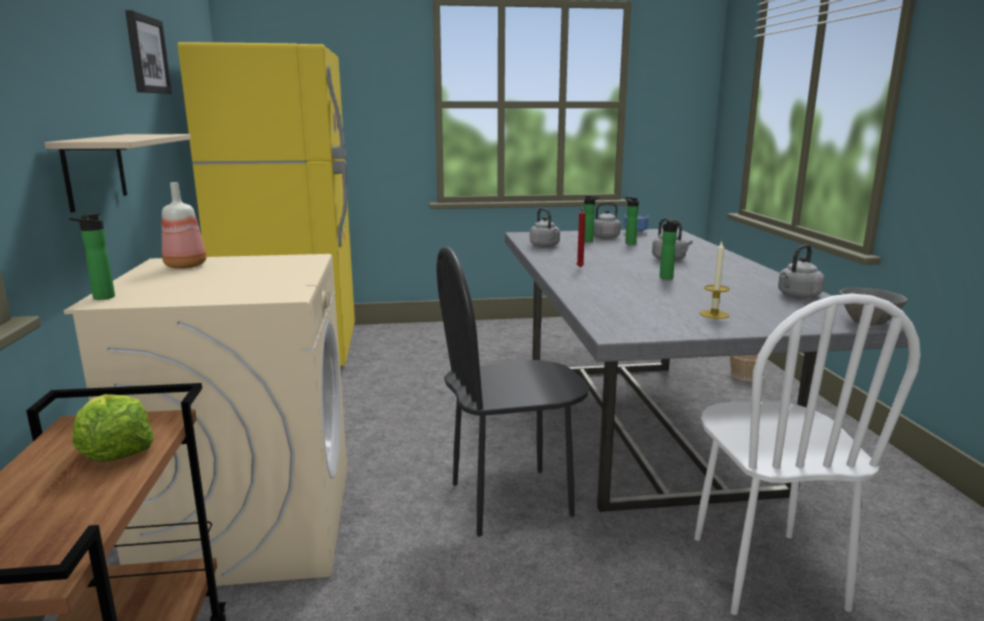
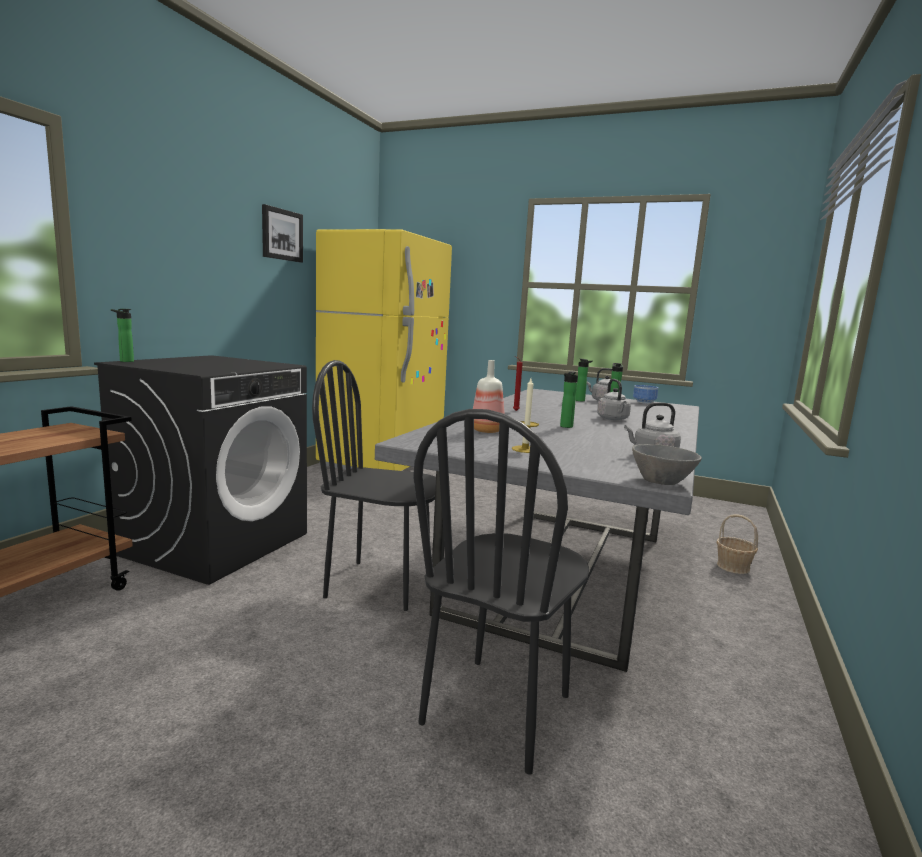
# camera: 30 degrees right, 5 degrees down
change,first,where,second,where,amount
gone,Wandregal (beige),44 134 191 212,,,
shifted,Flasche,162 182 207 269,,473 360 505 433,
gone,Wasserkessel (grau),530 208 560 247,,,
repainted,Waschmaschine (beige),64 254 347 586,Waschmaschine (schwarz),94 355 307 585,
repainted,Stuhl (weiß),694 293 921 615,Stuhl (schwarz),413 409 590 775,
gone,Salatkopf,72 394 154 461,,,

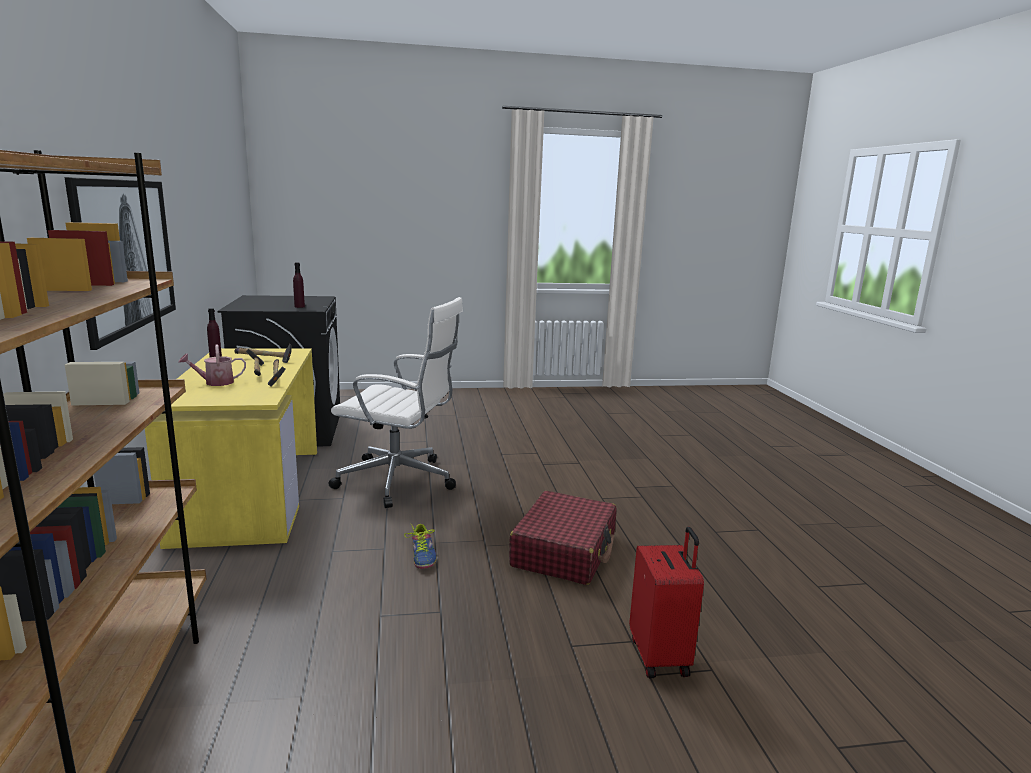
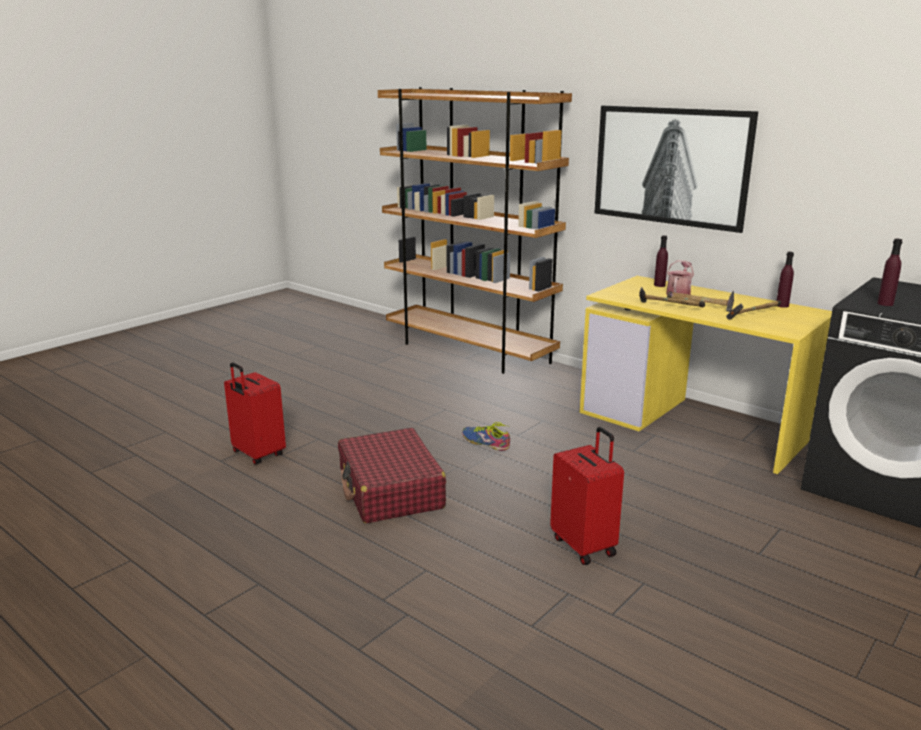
# camera: 140 degrees right, 5 degrees up
change,first,where,second,where,amount
gone,Bürostuhl (weiß),328 297 463 508,,,
new,,,Flasche (lila),654 235 668 287,
new,,,Koffer (rot),550 427 624 565,

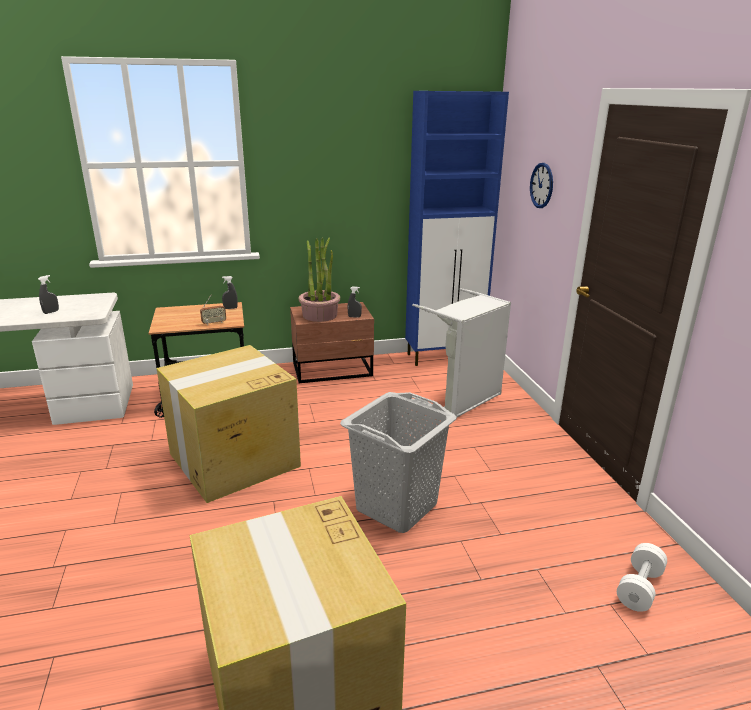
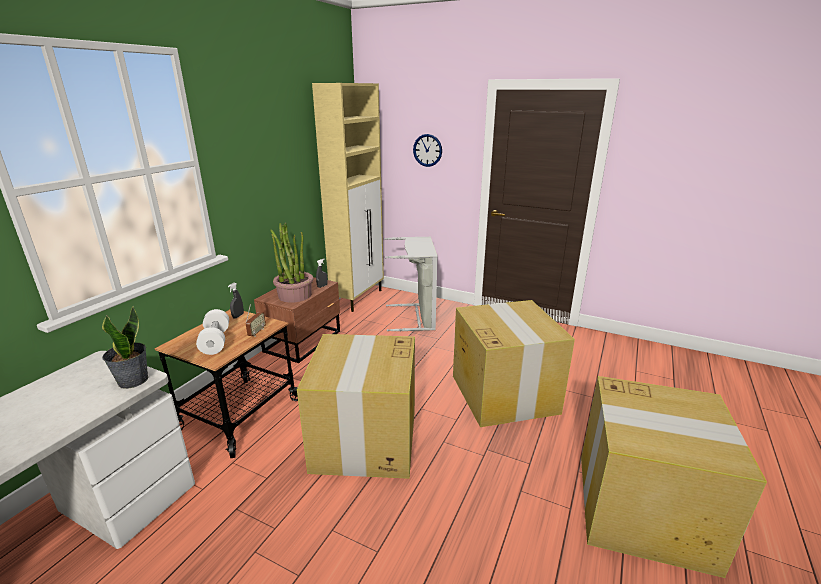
# camera: 50 degrees left, 0 degrees up
change,first,where,second,where,amount
repainted,Schrank (blau),405 91 509 366,Schrank (beige),312 83 384 312,
gone,Sprühflasche (grau),38 275 59 314,,,
swapped,Wäschekorb (grau),340 392 457 533,Karton,453 300 575 427,
shifted,Hantel (weiß),617 543 667 612,,196 309 229 355,
new,,,Topfpflanze,102 306 149 389,

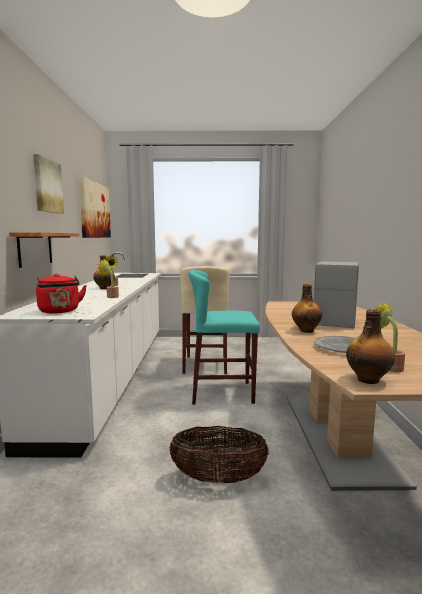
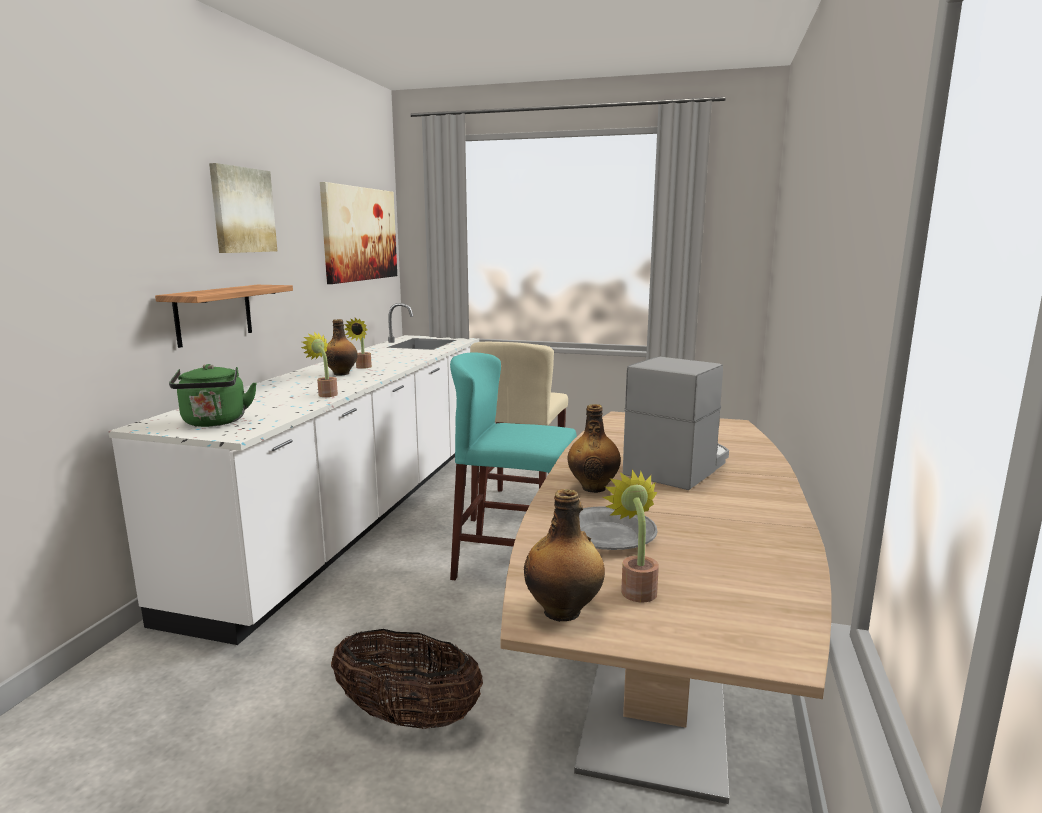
# camera: 15 degrees right, 5 degrees up
change,first,where,second,where,amount
repainted,Wasserkessel (rot),36 273 87 314,Wasserkessel (grün),169 364 257 427,

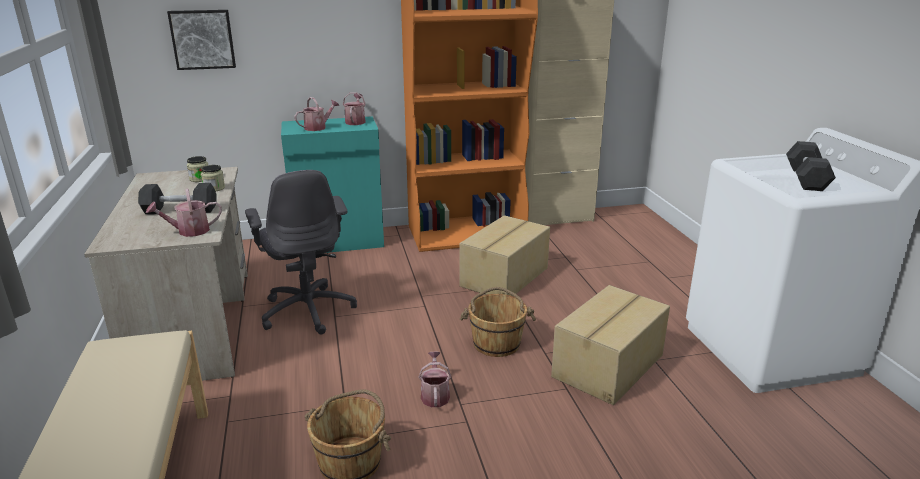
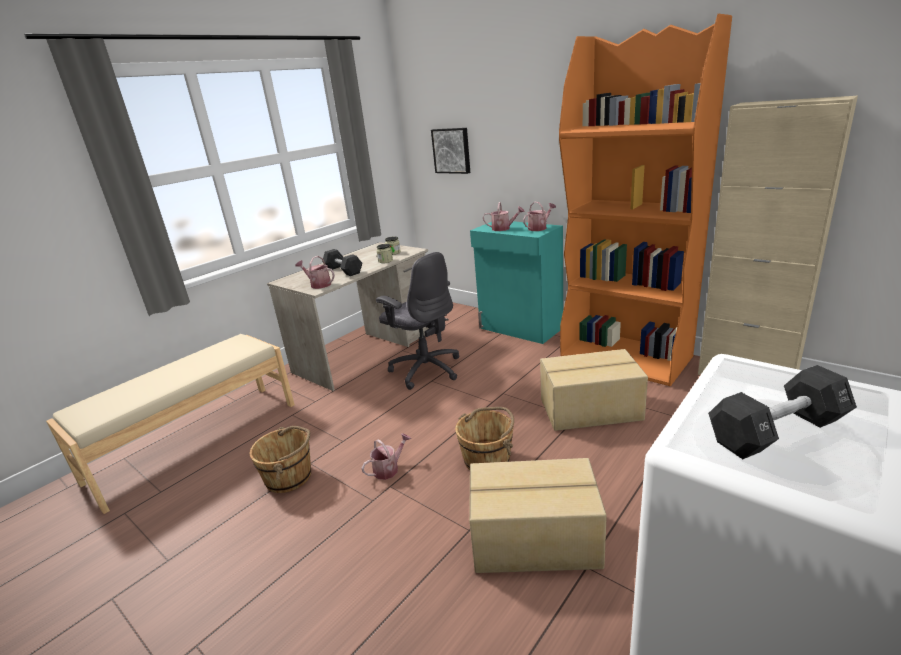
# camera: 55 degrees right, 0 degrees up
change,first,where,second,where,amount
rotated,Bürostuhl (grau),245 170 357 335,,376 252 459 390,75 degrees counterclockwise

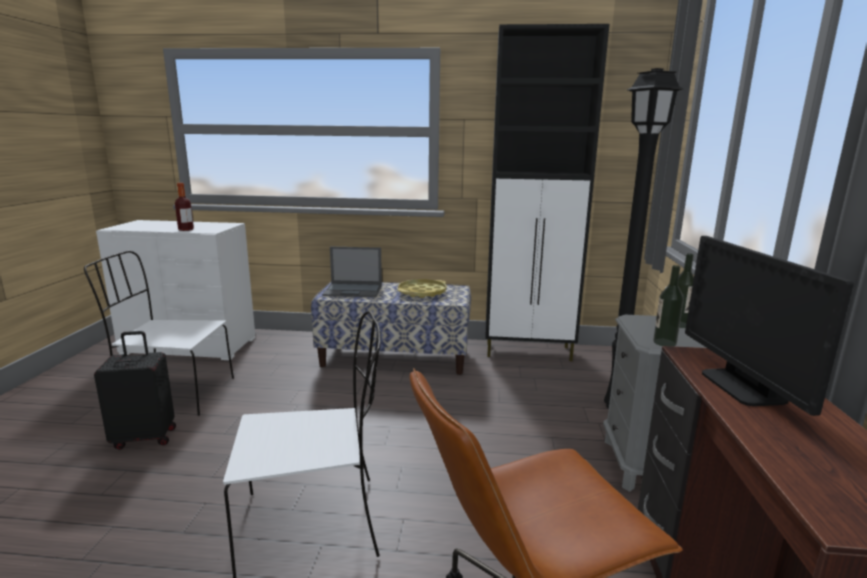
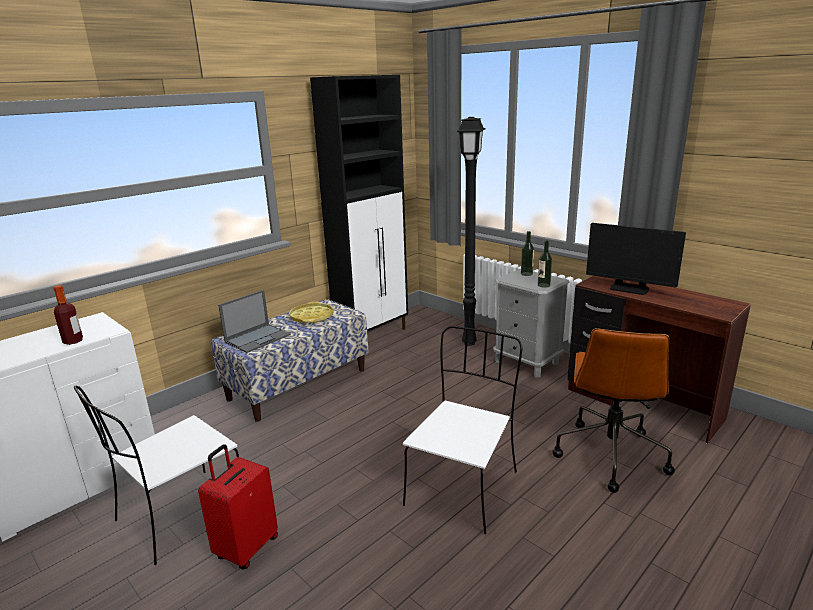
# camera: 50 degrees left, 5 degrees up
change,first,where,second,where,amount
repainted,Koffer (schwarz),94 331 176 450,Koffer (rot),198 444 278 570,

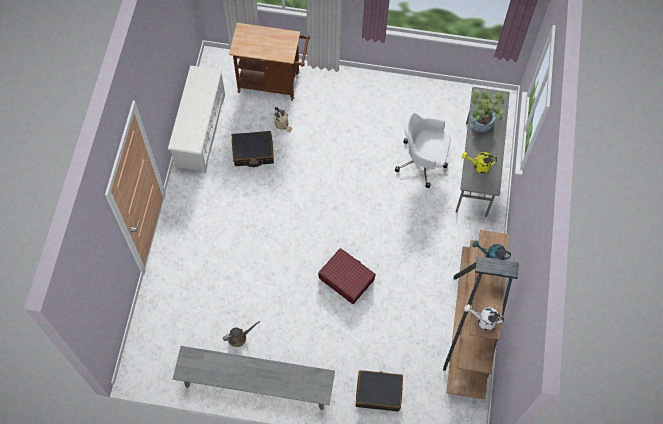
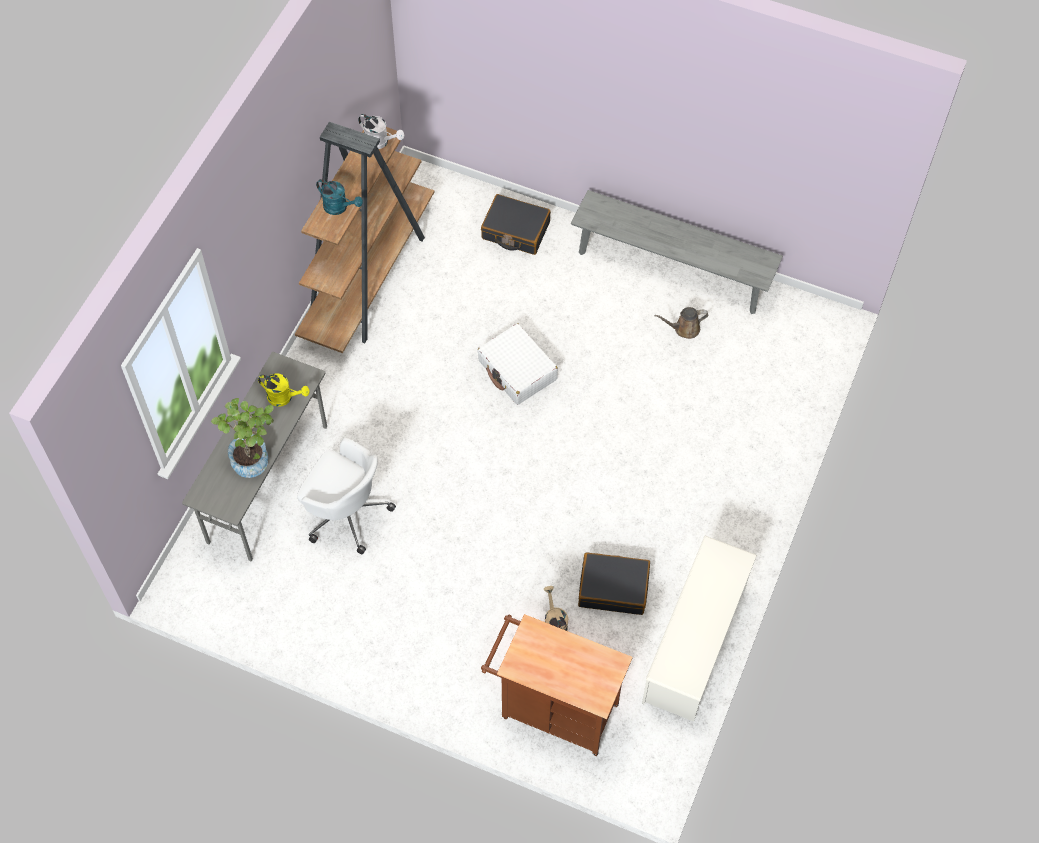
# camera: 165 degrees left, 5 degrees down
change,first,where,second,where,amount
repainted,Koffer (rot),318 248 376 304,Koffer (weiß),477 324 558 405,

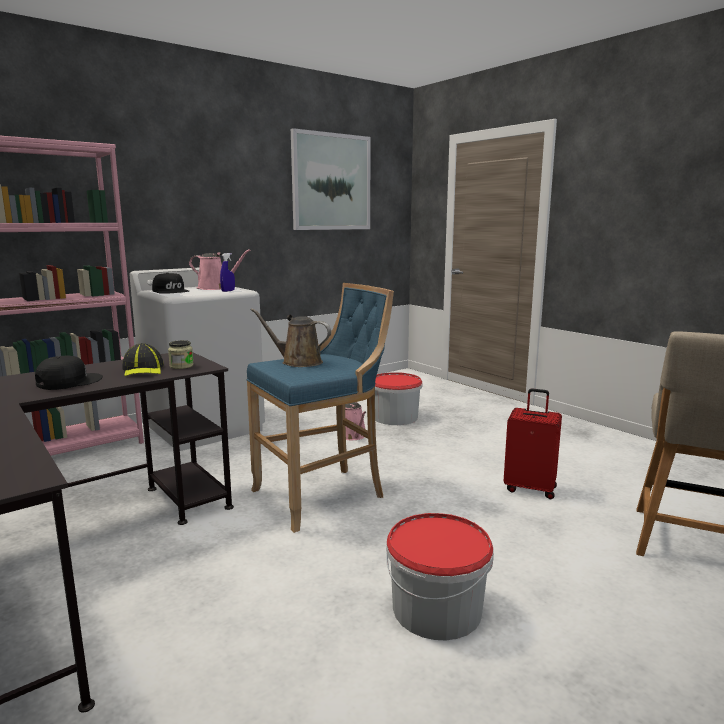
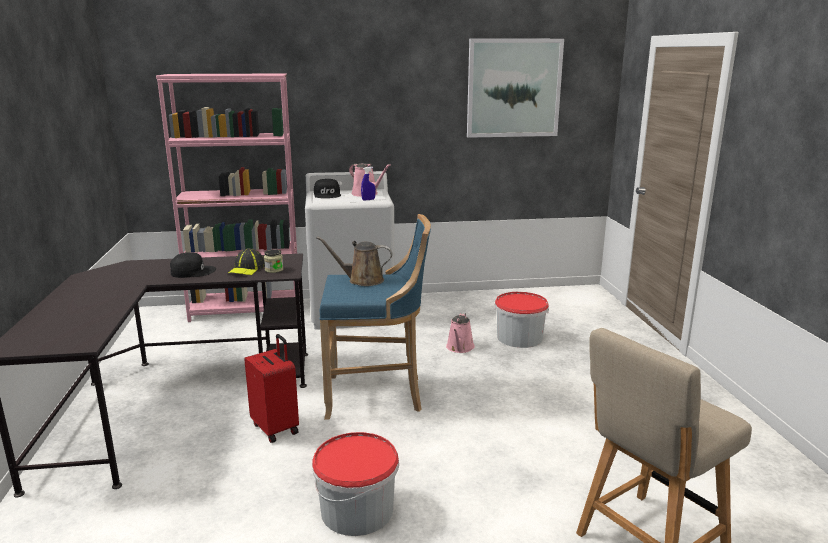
# camera: 30 degrees right, 5 degrees up
change,first,where,second,where,amount
rotated,Gießkanne (braun),250 308 331 367,,316 236 393 286,45 degrees counterclockwise
shifted,Koffer (rot),504 388 562 499,,244 334 299 443,

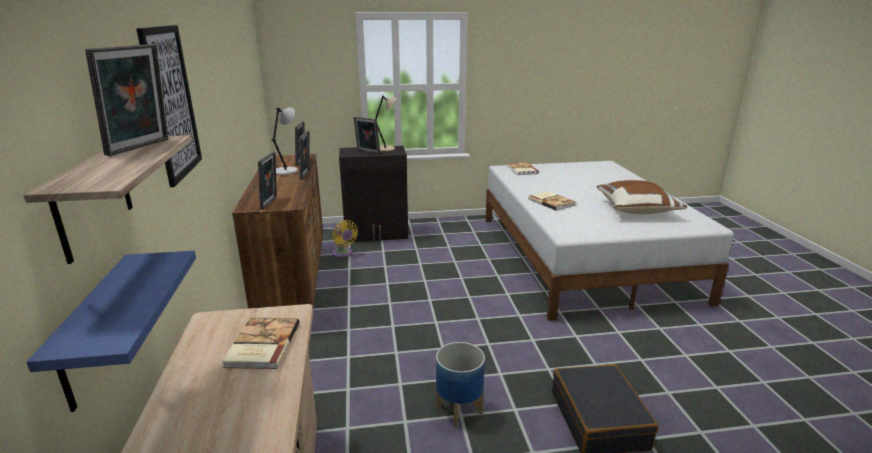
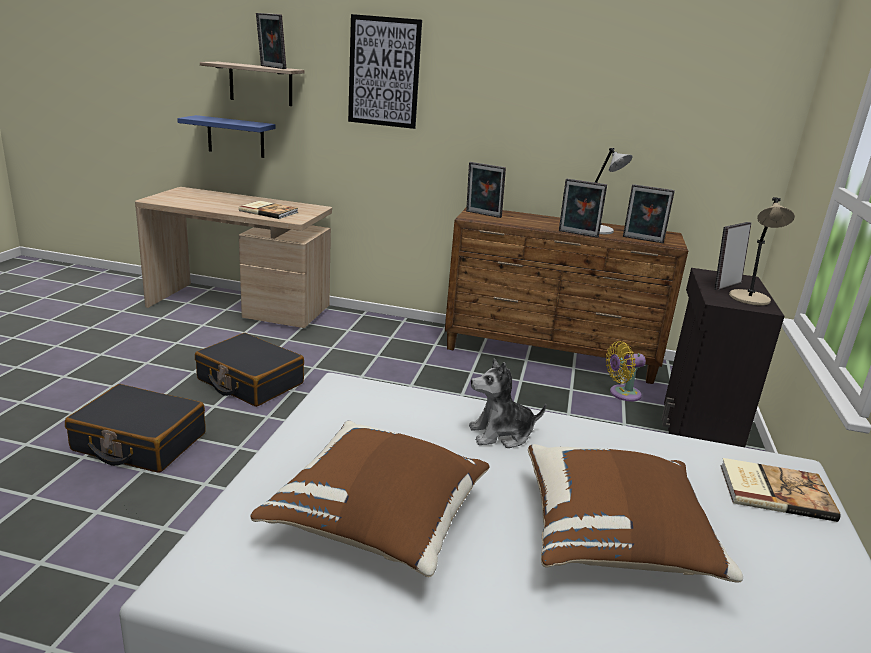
# camera: 110 degrees right, 0 degrees up
change,first,where,second,where,amount
swapped,Buch,529 191 576 211,Plüschtier,469 359 546 448,
swapped,Pflanzkübel,436 342 485 427,Koffer (schwarz),195 333 304 407,
new,,,Kissen (braun),528 444 743 583,

